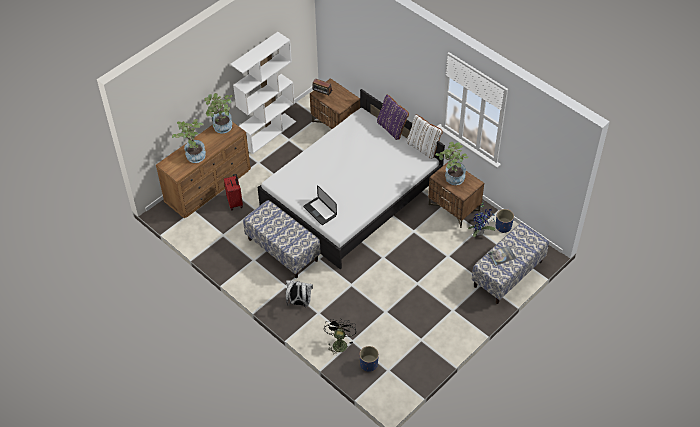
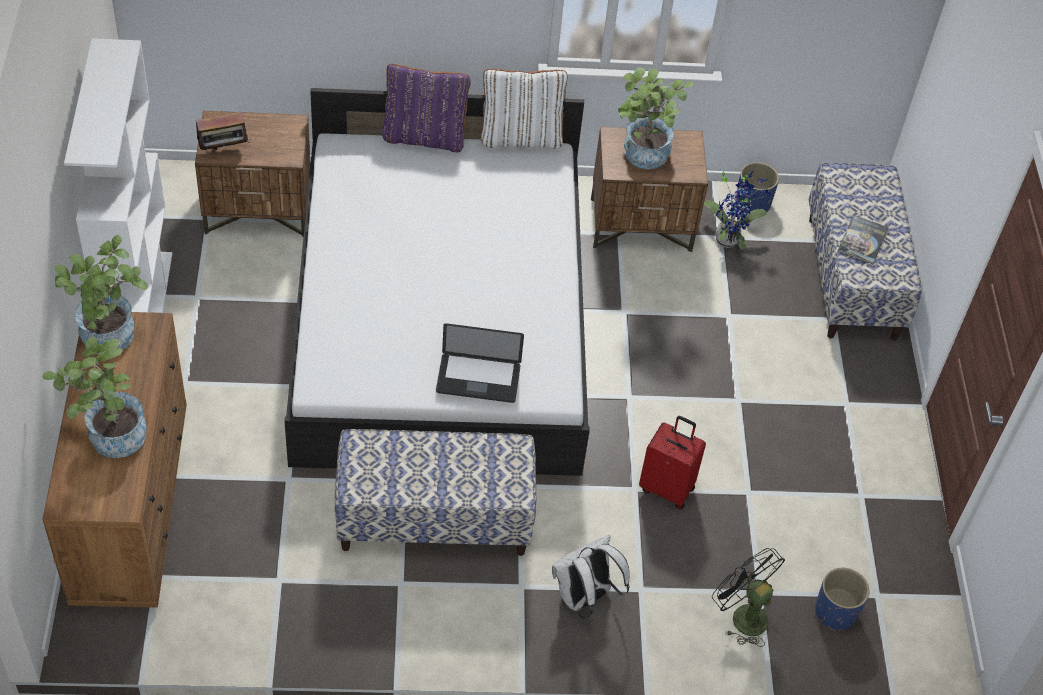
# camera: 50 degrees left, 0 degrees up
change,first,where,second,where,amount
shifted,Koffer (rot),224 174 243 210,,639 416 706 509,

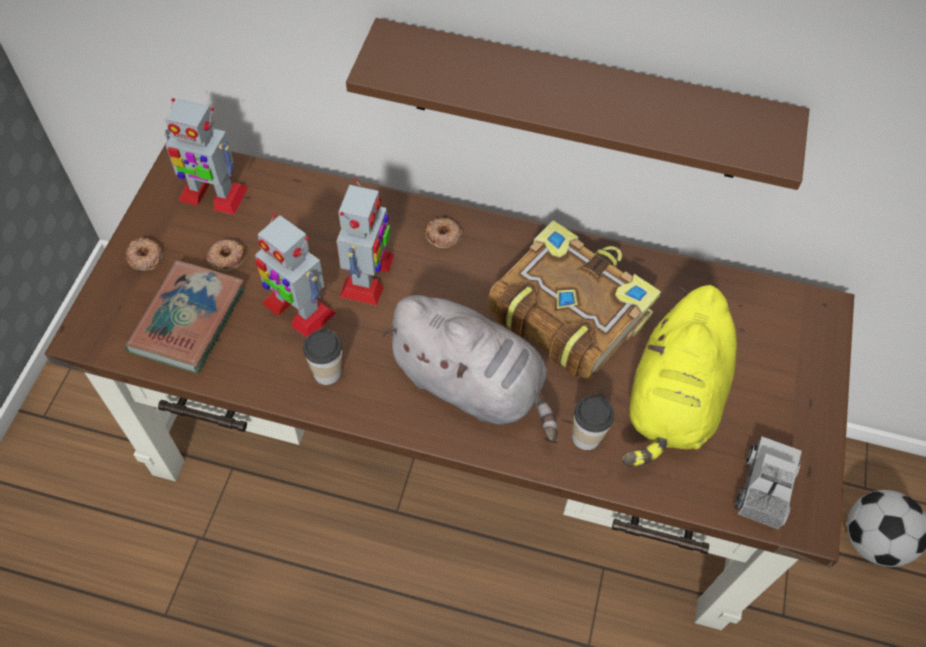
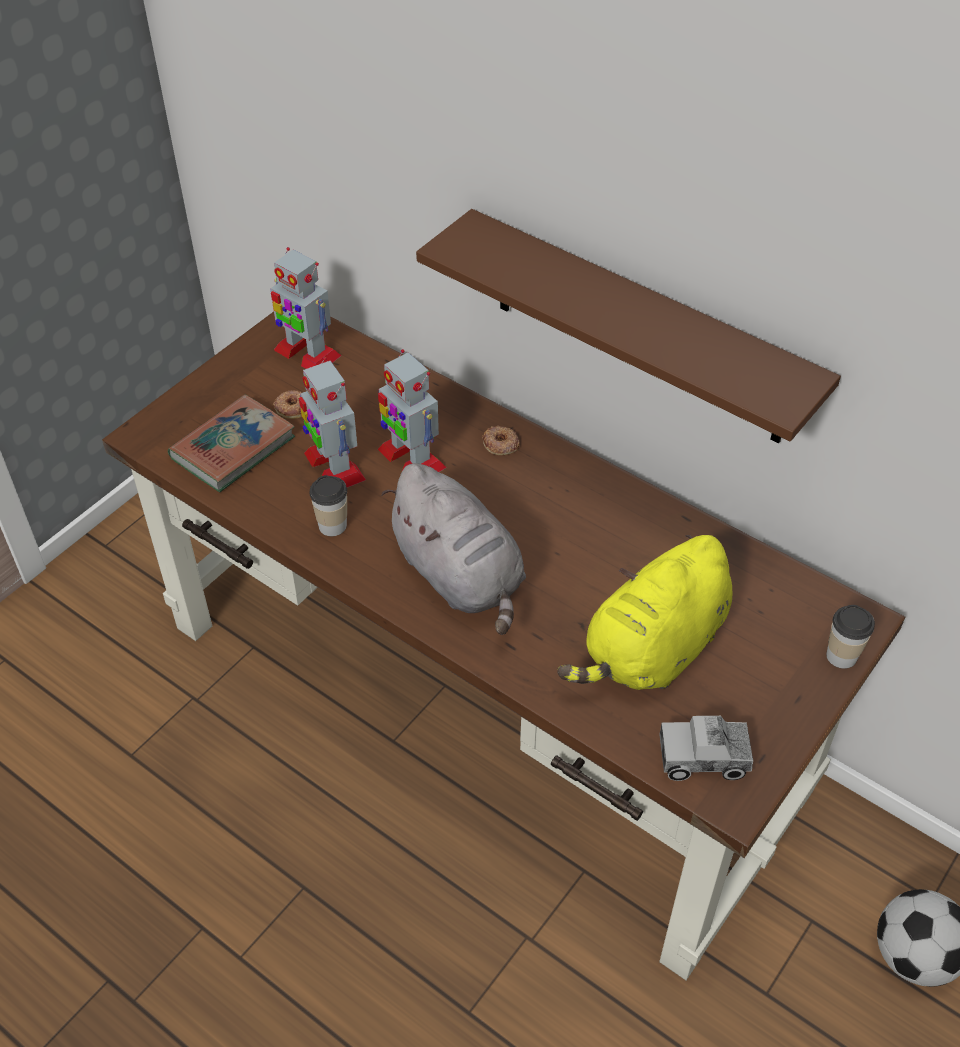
# camera: 25 degrees right, 10 degrees down
change,first,where,second,where,amount
rotated,Spielzeugroboter,337 178 395 306,,378 349 447 472,105 degrees clockwise
gone,Buch,488 220 661 382,,,
gone,Donut,126 238 163 271,,,
shifted,Tasse,572 395 614 450,,826 605 875 669,
rotated,Spielzeuglaster,735 437 802 530,,659 716 753 781,135 degrees counterclockwise

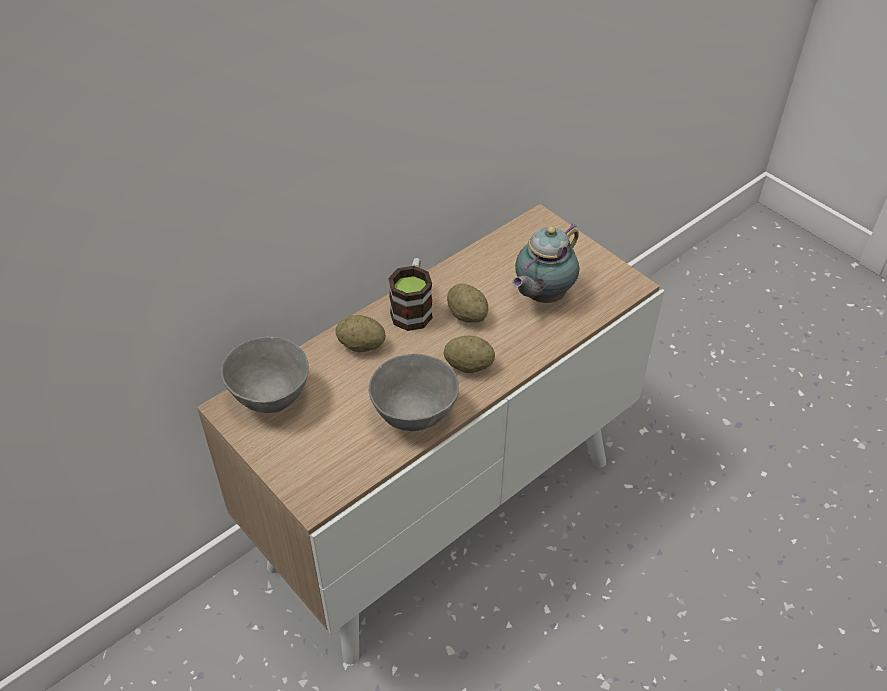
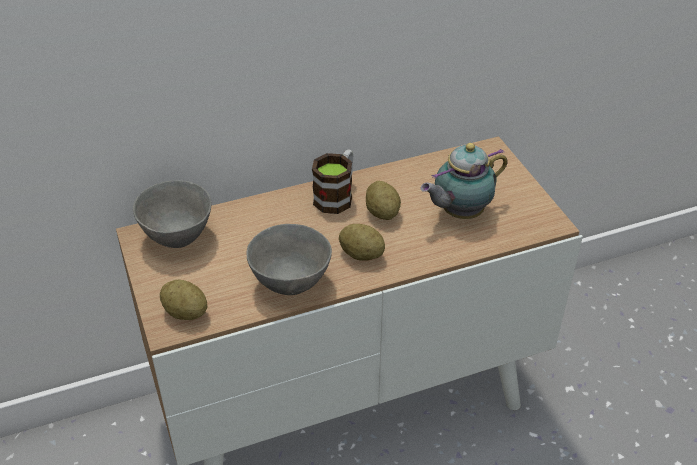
# camera: 20 degrees right, 5 degrees down
change,first,where,second,where,amount
shifted,Kartoffel,335 315 386 352,,160 280 207 320,

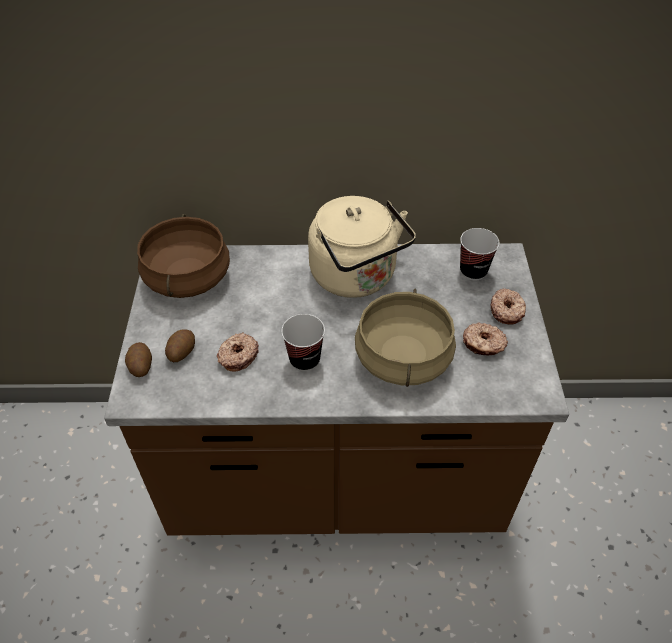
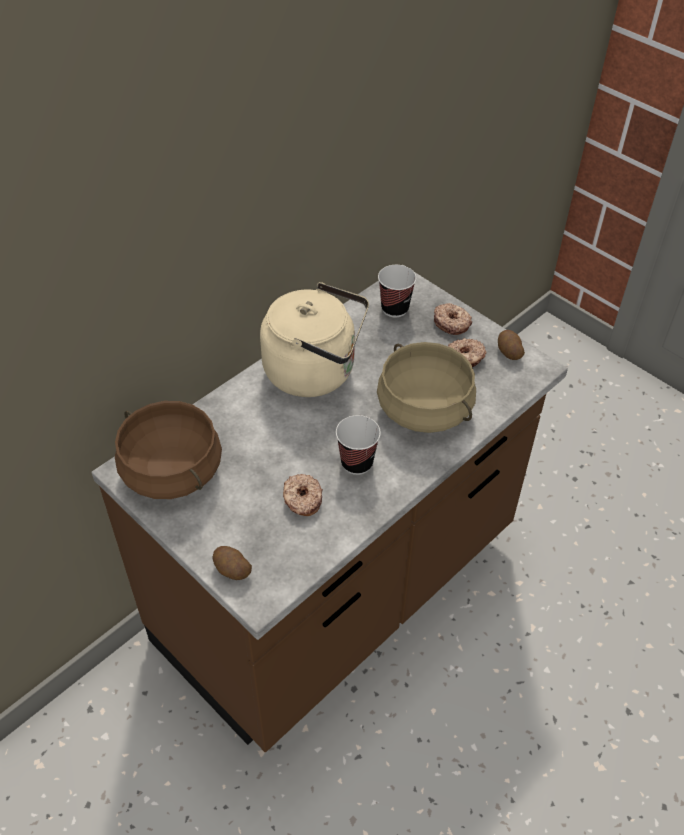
# camera: 45 degrees left, 0 degrees up
change,first,where,second,where,amount
shifted,Kartoffel,165 329 195 362,,498 330 525 360,

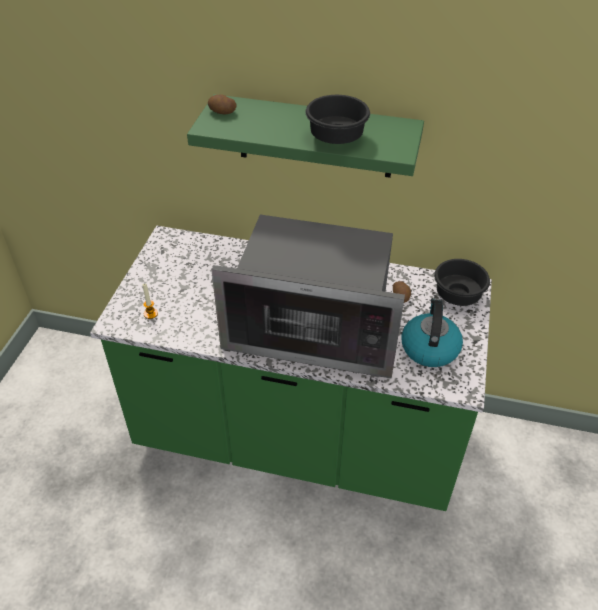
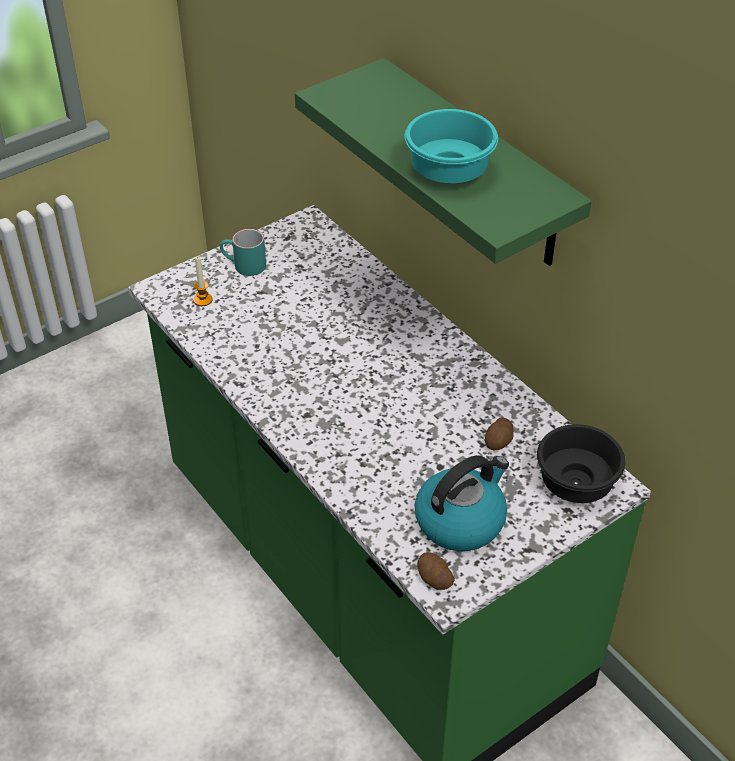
# camera: 40 degrees right, 0 degrees up
change,first,where,second,where,amount
shifted,Kartoffel,208 94 237 114,,417 552 455 590,
repainted,Schüssel (schwarz),305 95 370 144,Schüssel (türkis),405 109 498 183,
gone,Mikrowelle,211 215 405 379,,,
new,,,Henkelbecher (türkis),220 229 266 276,

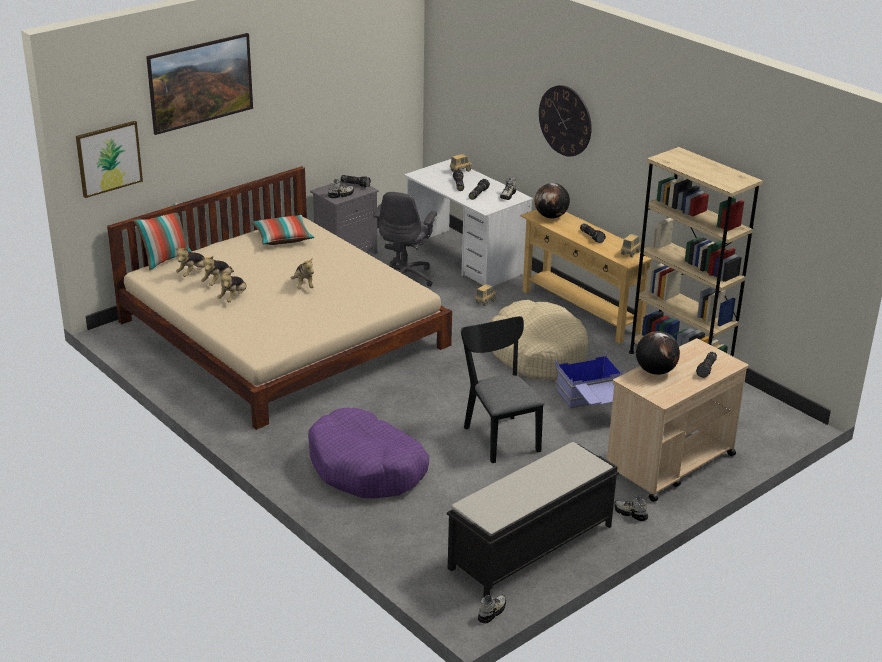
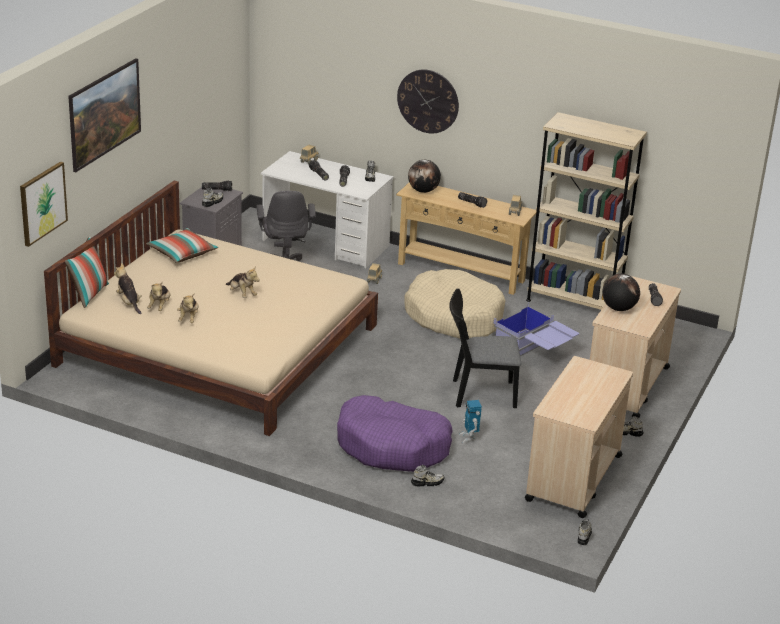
# camera: 25 degrees left, 0 degrees up
change,first,where,second,where,amount
rotated,Plüschtier,175 248 205 277,,114 263 142 314,135 degrees clockwise
rotated,Stuhl (schwarz),461 316 545 463,,449 288 521 408,45 degrees counterclockwise
swapped,Bank (schwarz),447 442 619 597,Rollwagen (beige),525 356 633 518,
new,,,Spielzeugroboter,459 400 482 443,
new,,,Schuh,411 465 444 487,

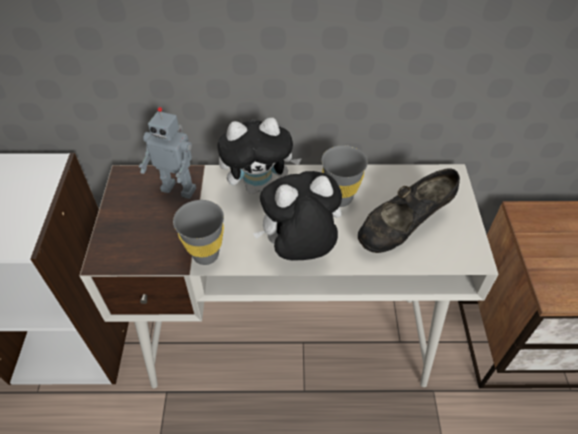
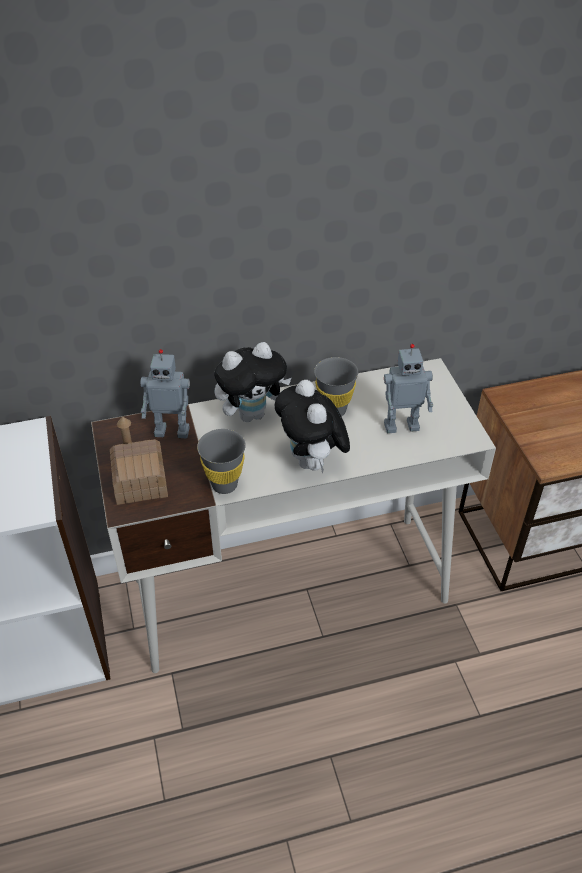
# camera: 15 degrees left, 5 degrees down
change,first,where,second,where,amount
swapped,Schuh (schwarz),358 169 460 253,Spielzeugroboter,384 344 433 433,
rotated,Plüschtier,253 171 342 260,,275 380 350 474,75 degrees counterclockwise
new,,,Spielzeughaus,110 417 168 505,

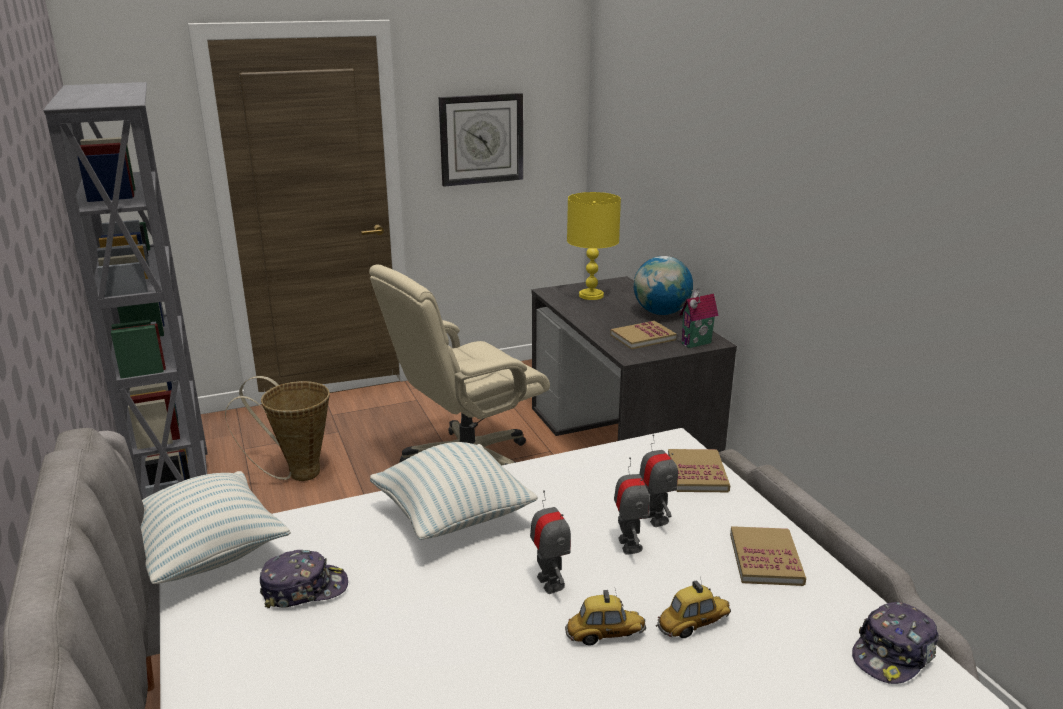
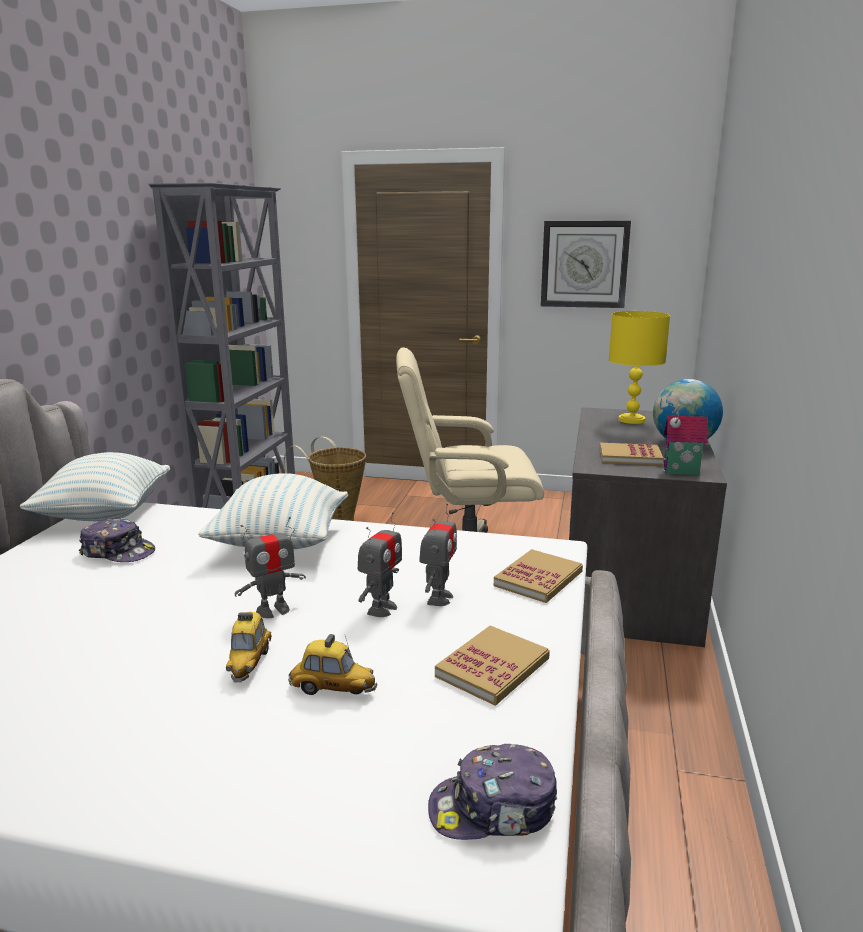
# camera: 35 degrees right, 5 degrees down
change,first,where,second,where,amount
rotated,Spielzeugroboter,530 490 571 594,,234 517 306 618,45 degrees clockwise
rotated,Spielzeugauto,565 590 646 646,,226 612 272 682,60 degrees clockwise

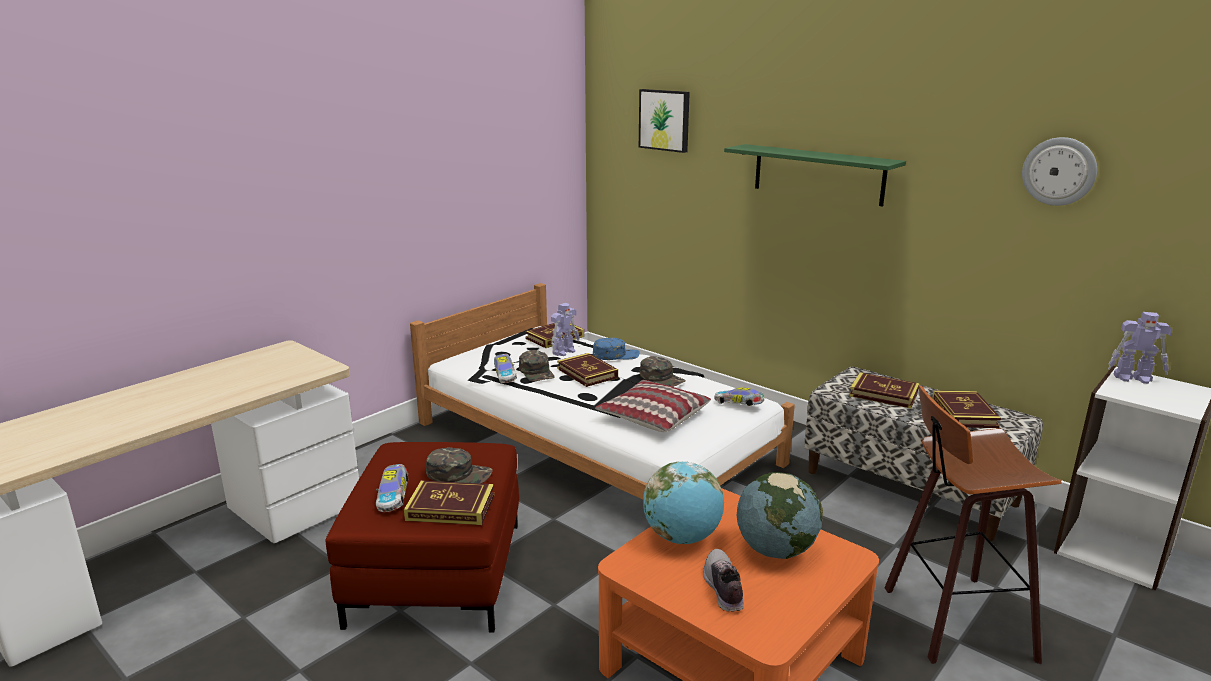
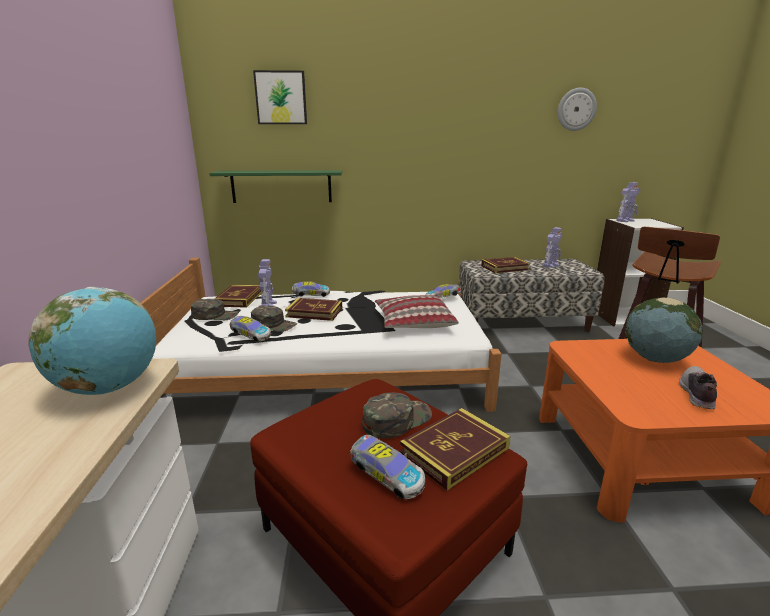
# camera: 45 degrees left, 0 degrees up
change,first,where,second,where,amount
shifted,Wandregal (grün),724 144 906 207,,209 170 342 203,
swapped,Kappe (blau),593 338 640 360,Spielzeugauto,292 281 330 297,
shifted,Kappe (grün),640 356 685 387,,191 299 239 320,
swapped,Buch,932 390 1001 428,Spielzeugroboter,542 227 562 268,
shifted,Globus,643 462 724 544,,29 287 156 395,
rotated,Schuh,703 549 744 612,,679 366 717 409,75 degrees clockwise

